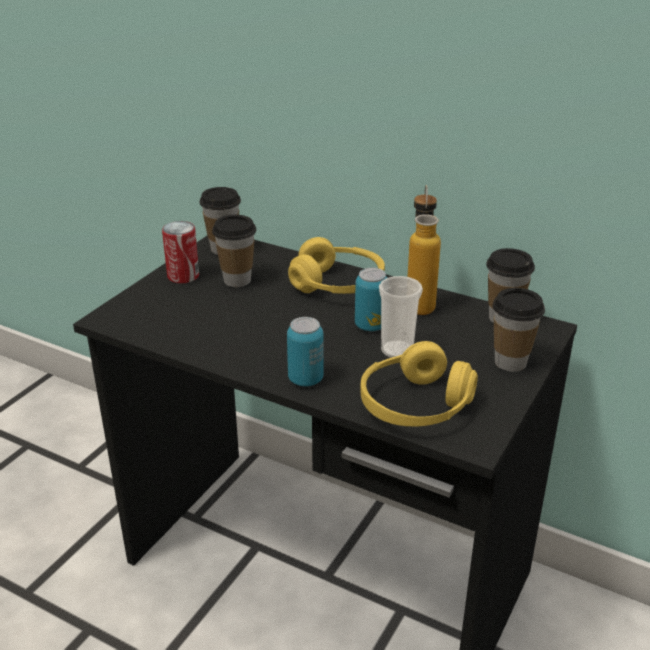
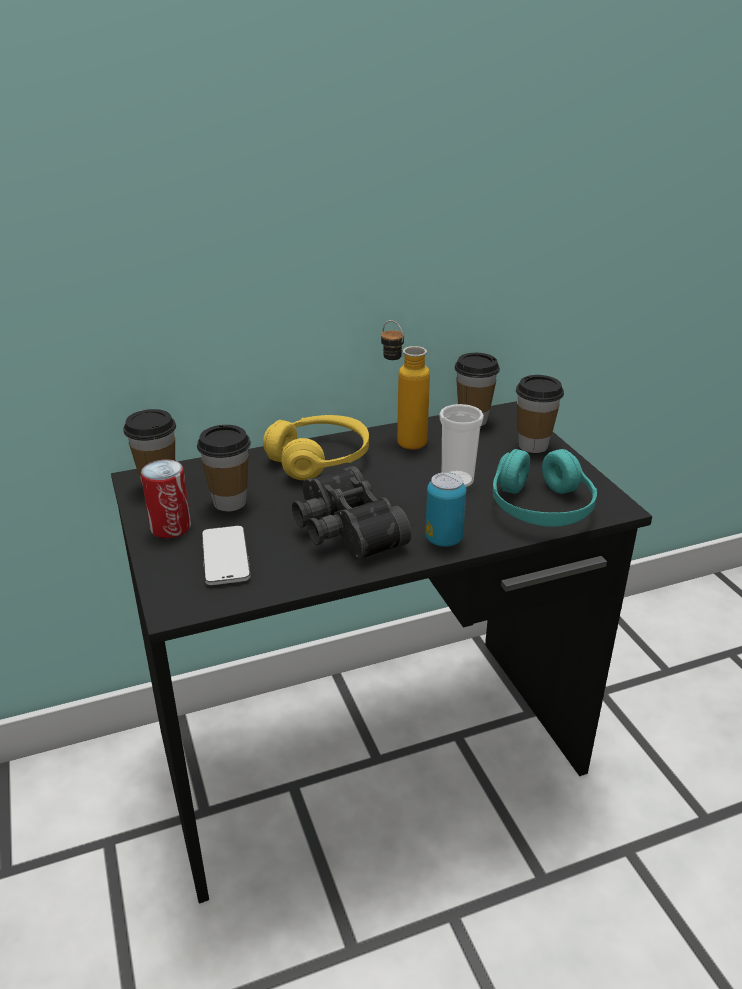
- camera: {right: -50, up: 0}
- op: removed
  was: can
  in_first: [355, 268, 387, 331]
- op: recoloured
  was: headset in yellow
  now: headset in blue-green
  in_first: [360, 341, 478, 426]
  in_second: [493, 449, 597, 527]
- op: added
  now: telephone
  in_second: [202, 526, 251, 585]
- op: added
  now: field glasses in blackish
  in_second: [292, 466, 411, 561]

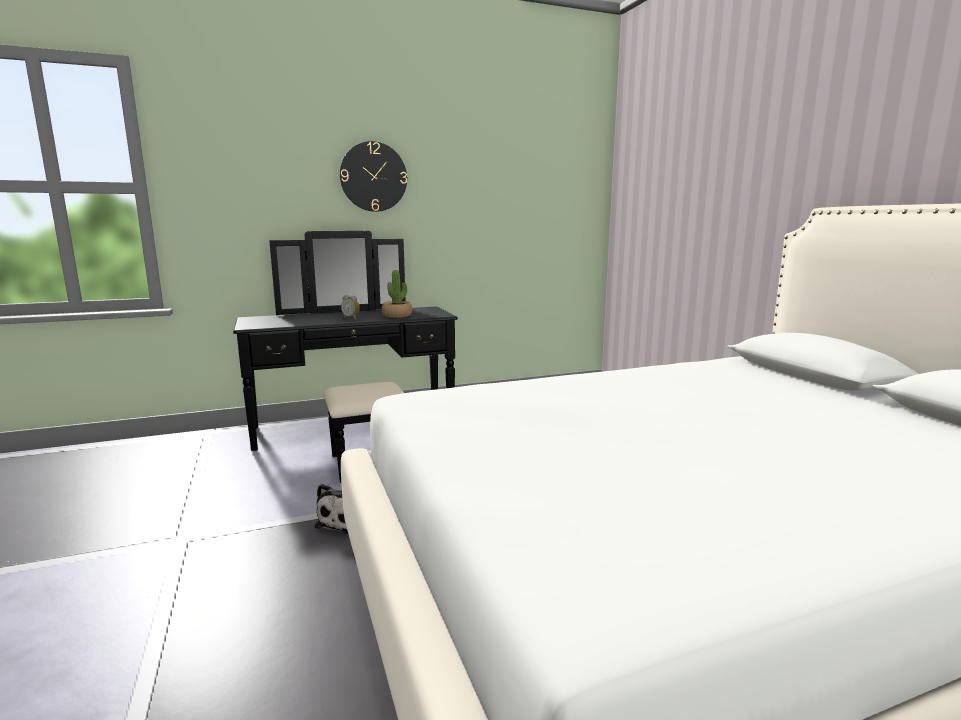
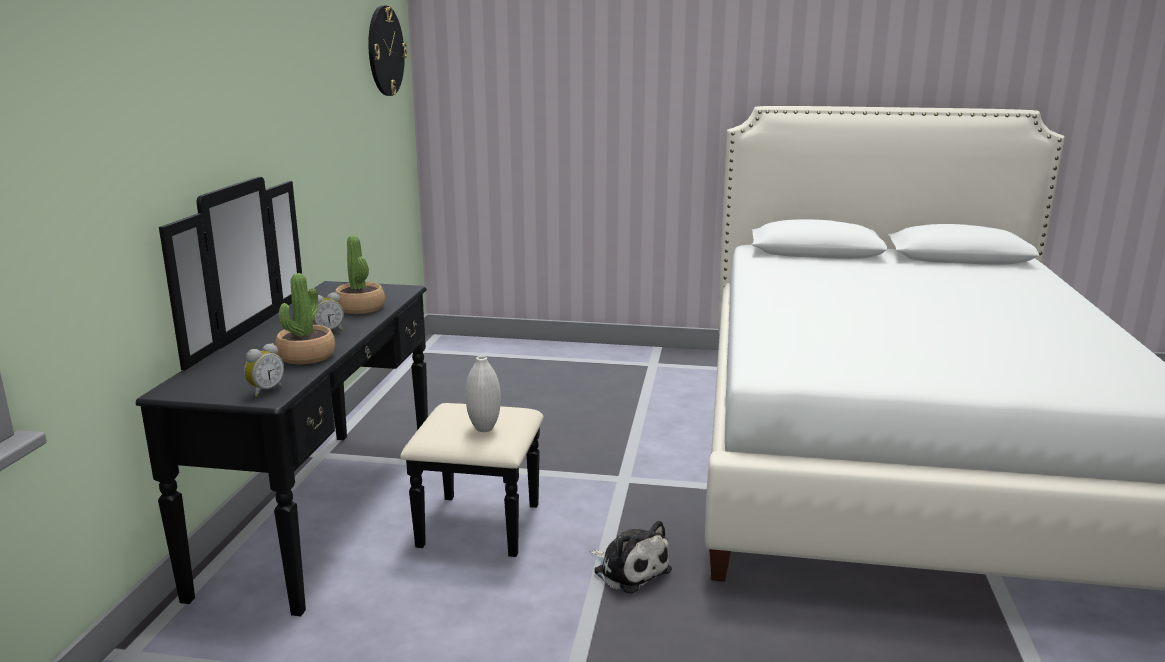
- camera: {right: -60, up: 5}
- op: moved
  was: wall clock
  in_first: [340, 141, 407, 212]
  in_second: [368, 5, 407, 96]
- op: added
  now: table clock
  in_second: [244, 343, 284, 397]
- op: added
  now: plant in a pot
  in_second: [275, 273, 335, 365]
- op: added
  now: flower vase in whitish
  in_second: [466, 356, 501, 432]

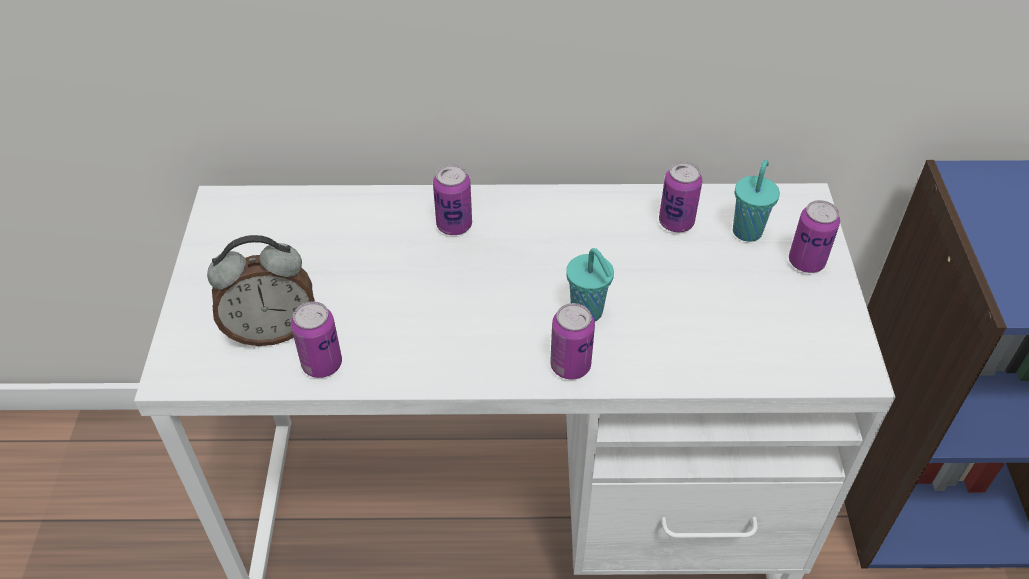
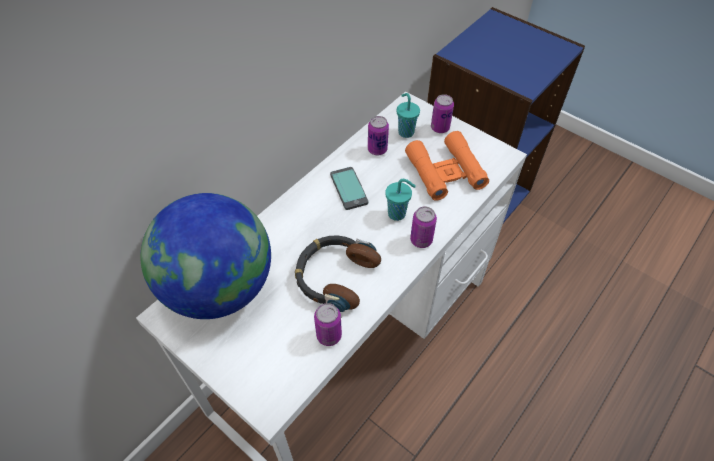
- camera: {right: -50, up: 5}
- op: removed
  was: table clock
  in_first: [207, 235, 315, 346]
- op: removed
  was: can
  in_first: [433, 164, 472, 235]
- op: added
  now: desk globe
  in_second: [140, 193, 271, 319]
- op: added
  now: headset
  in_second: [295, 235, 381, 312]
- op: added
  now: telephone
  in_second: [330, 167, 368, 210]
- op: added
  now: field glasses in orange
  in_second: [405, 131, 489, 201]

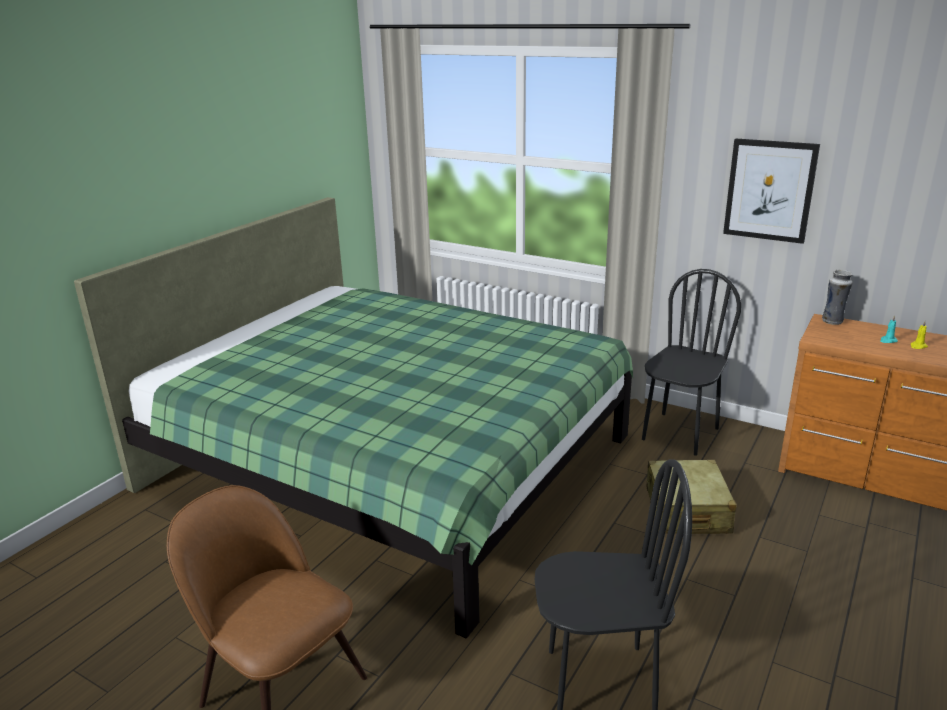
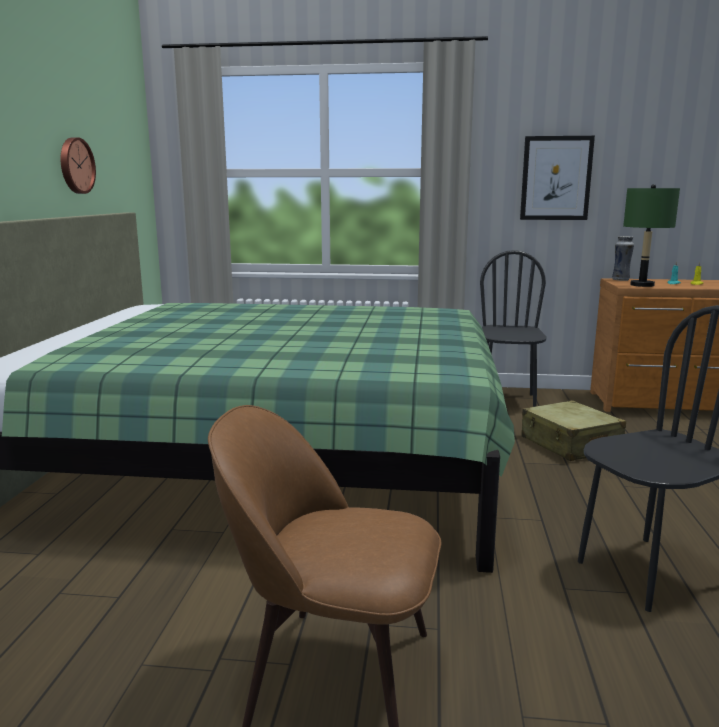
- camera: {right: -25, up: -10}
- op: added
  now: wall clock
  in_second: [61, 137, 96, 194]
- op: added
  now: tabletop lamp in green-coloured
  in_second: [623, 184, 680, 287]

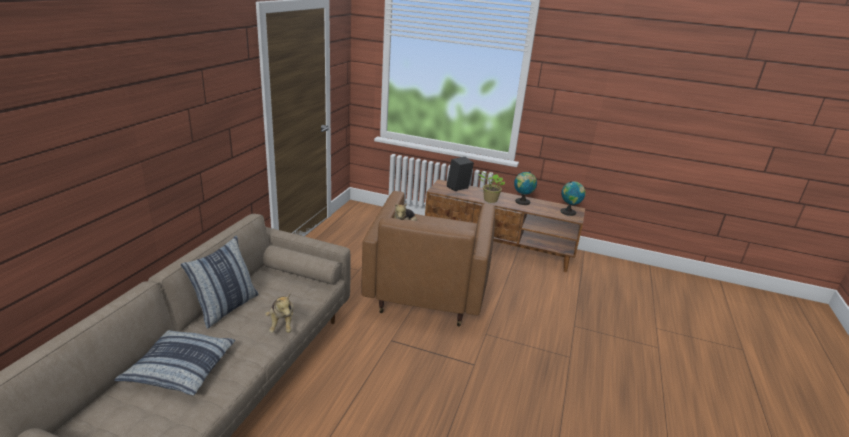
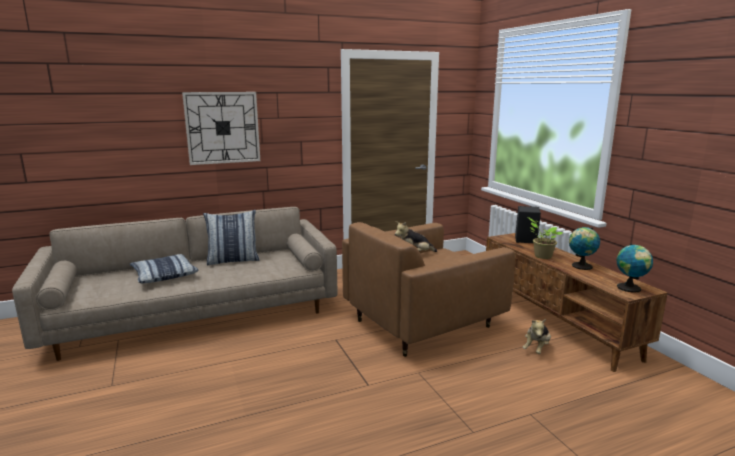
- camera: {right: 50, up: -10}
- op: moved
  was: plush toy
  in_first: [265, 294, 294, 333]
  in_second: [523, 319, 551, 354]
- op: added
  now: wall clock
  in_second: [182, 92, 260, 165]

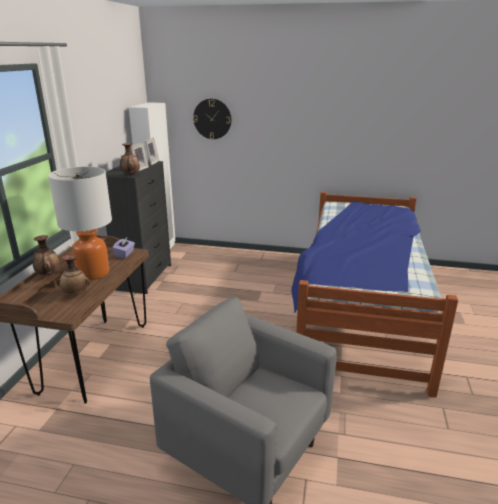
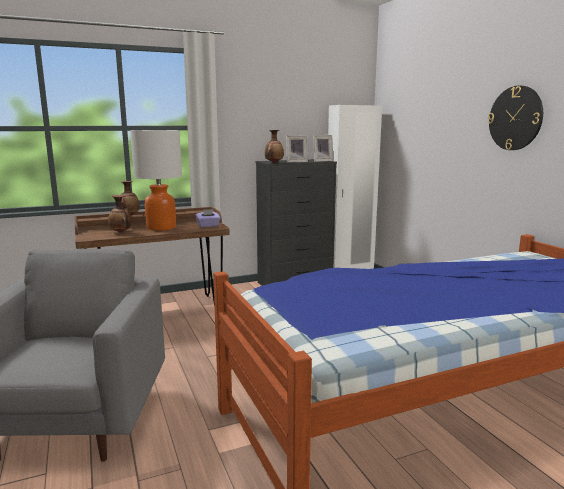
- camera: {right: 55, up: -10}
- op: moved
  was: wall clock
  in_first: [193, 99, 231, 139]
  in_second: [488, 86, 543, 150]

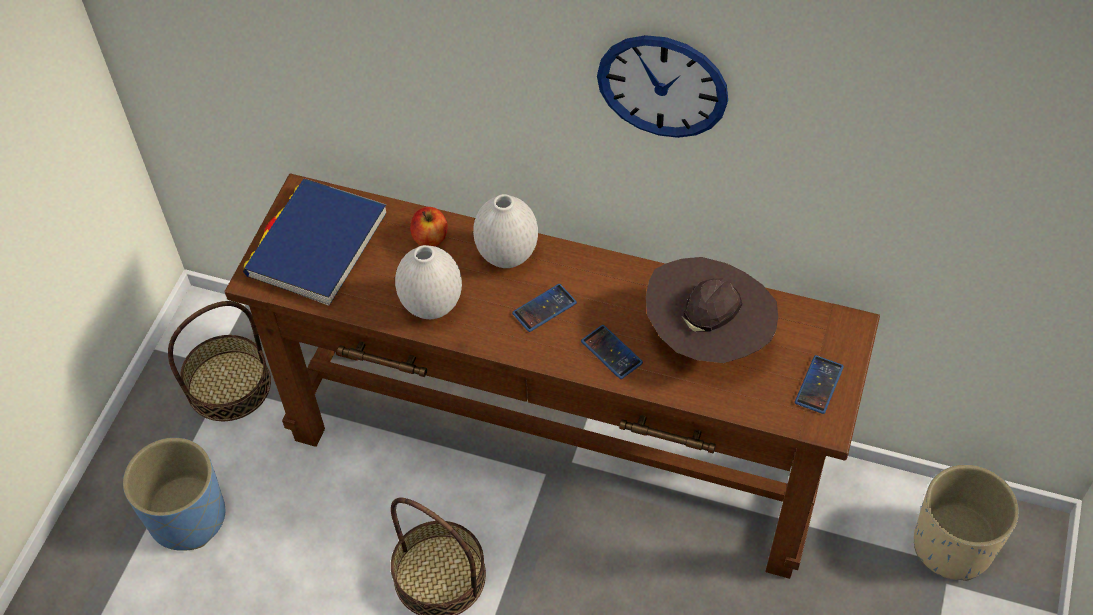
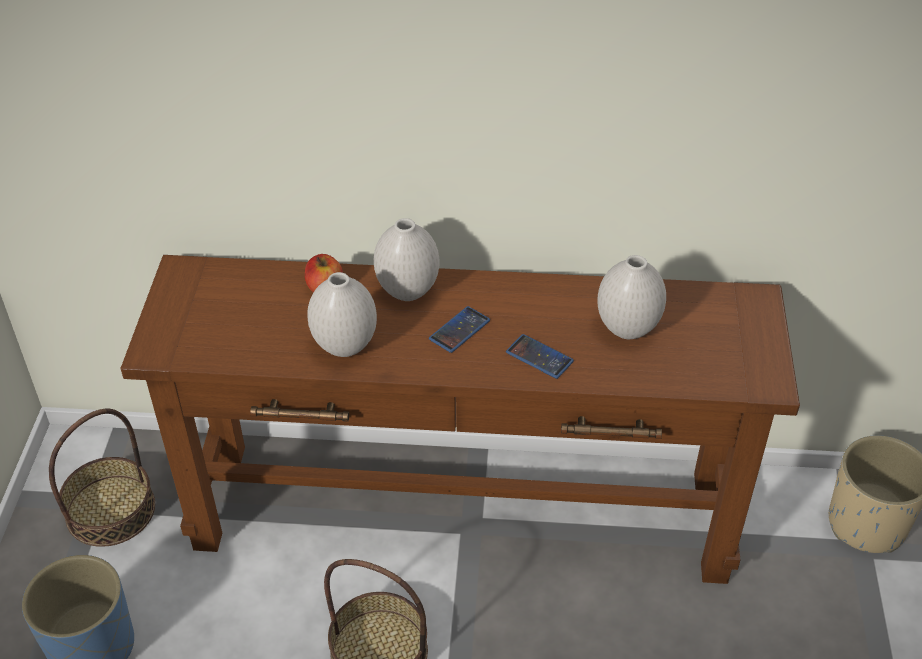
- camera: {right: -15, up: -10}
- op: removed
  was: book in blue-coloured
  in_first: [243, 179, 386, 306]
- op: removed
  was: wall clock
  in_first: [597, 35, 728, 138]
- op: replaced
  was: hat in brown
  now: flower vase in whitish
  in_first: [646, 257, 778, 363]
  in_second: [597, 255, 666, 339]
- op: removed
  was: telephone
  in_first: [795, 355, 844, 414]

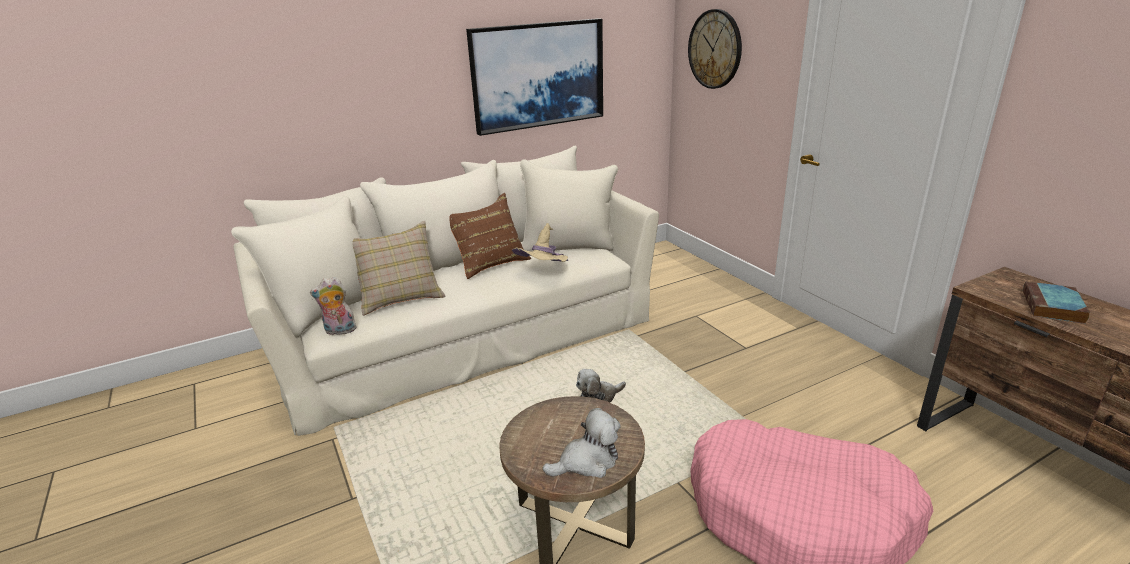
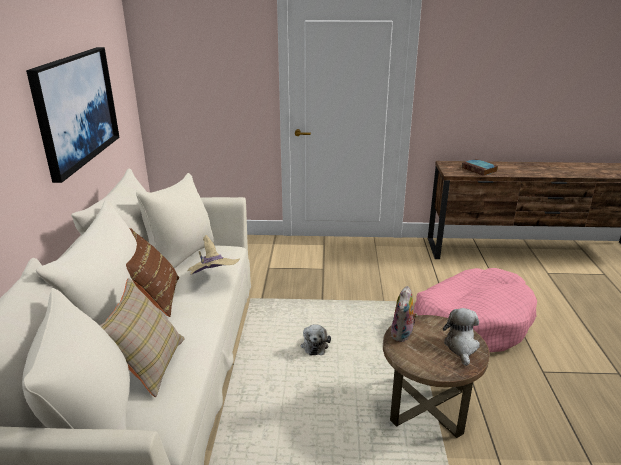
- camera: {right: -60, up: 0}
- op: moved
  was: plush toy
  in_first: [310, 277, 357, 335]
  in_second: [391, 286, 418, 342]
- op: removed
  was: wall clock
  in_first: [688, 9, 742, 89]

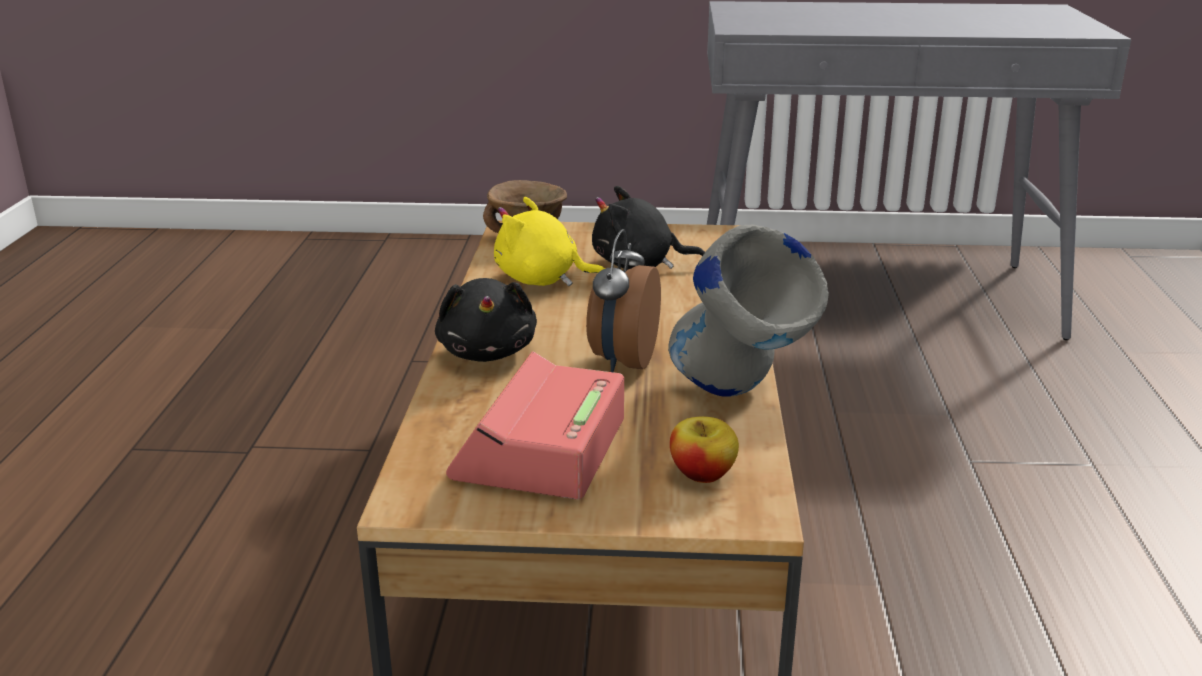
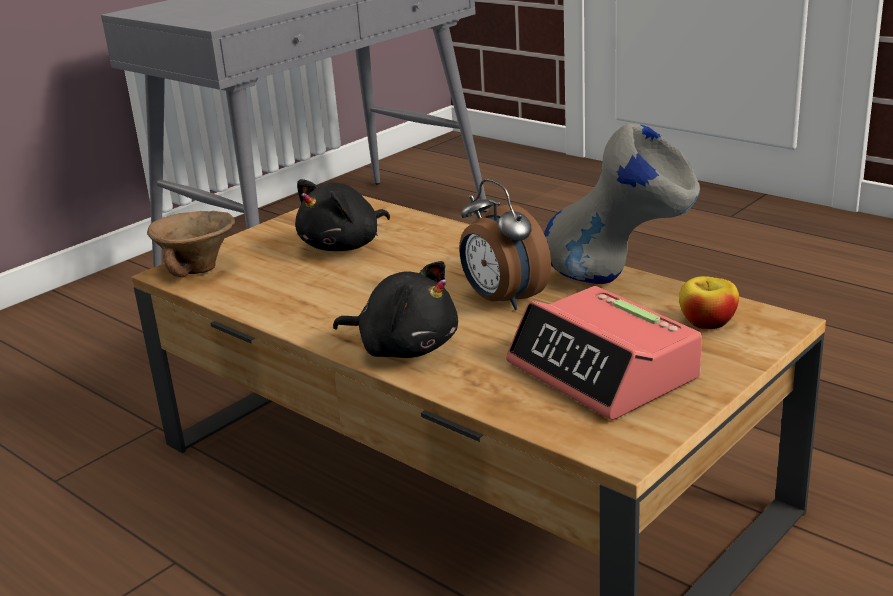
- camera: {right: -50, up: 0}
- op: removed
  was: plush toy in yellow
  in_first: [494, 197, 605, 286]

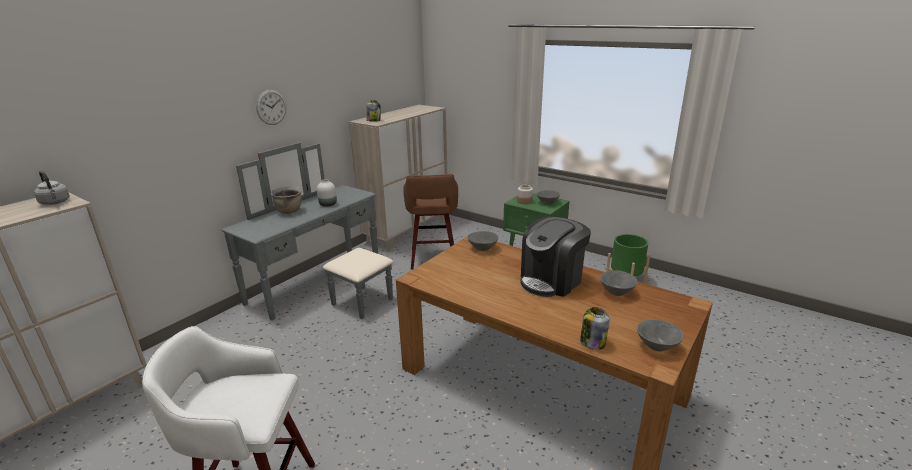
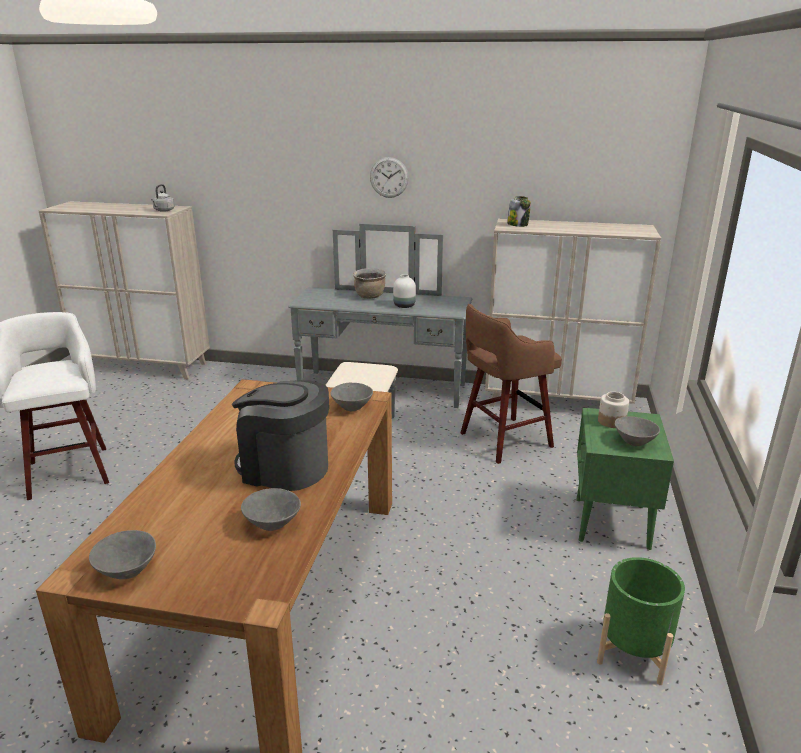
- camera: {right: 65, up: 0}
- op: removed
  was: storage jar
  in_first: [580, 307, 609, 350]

